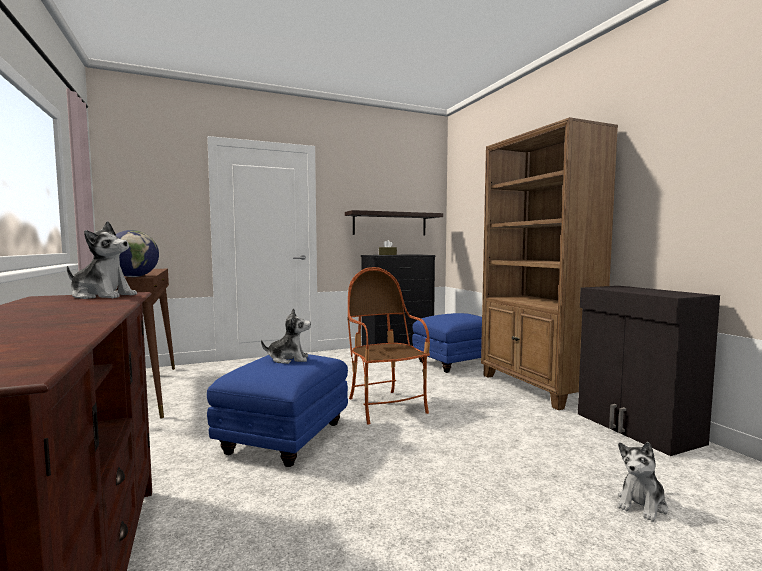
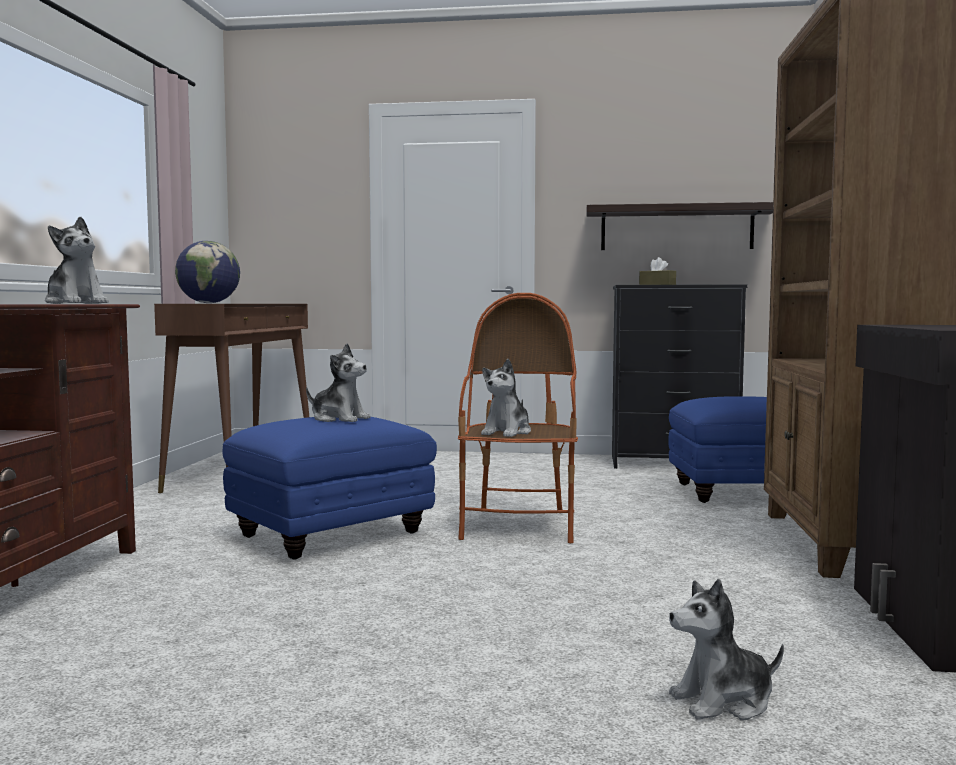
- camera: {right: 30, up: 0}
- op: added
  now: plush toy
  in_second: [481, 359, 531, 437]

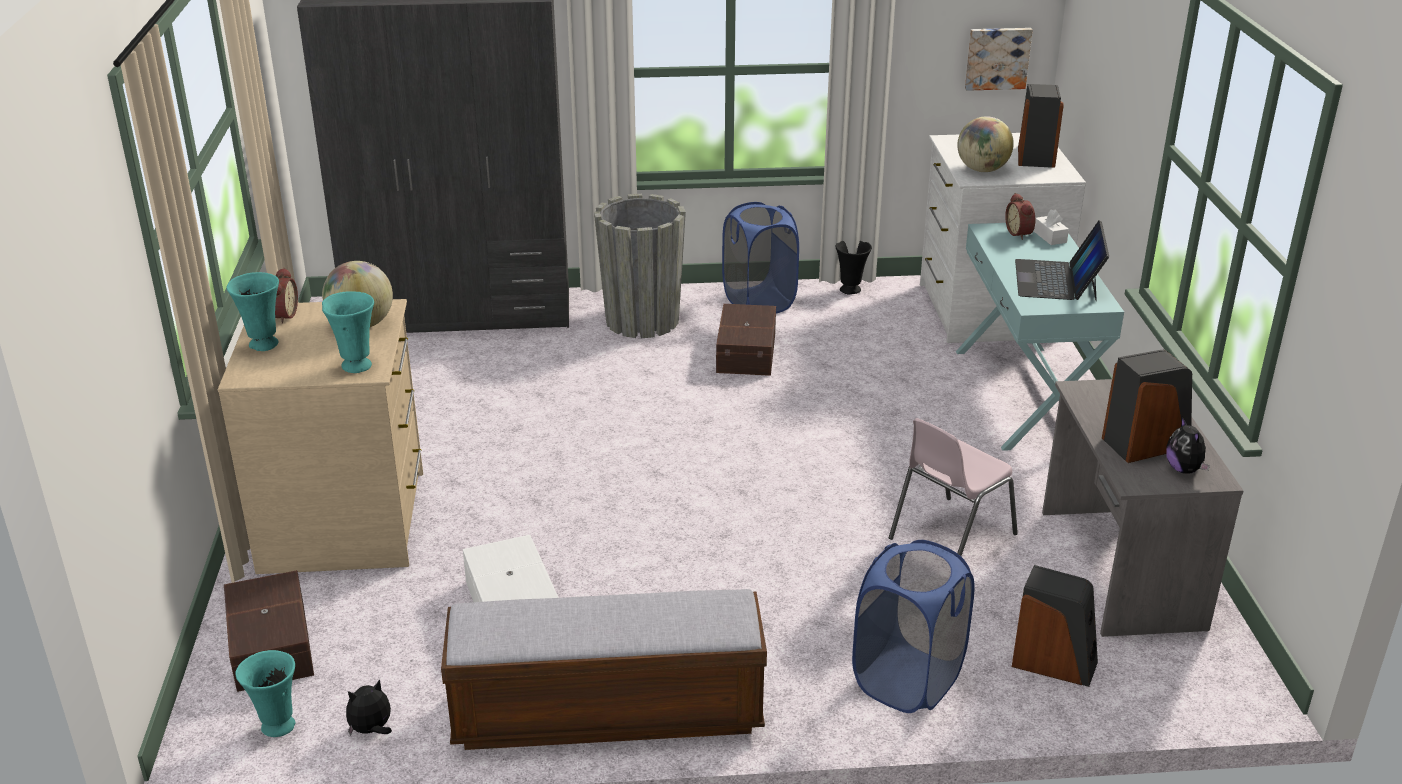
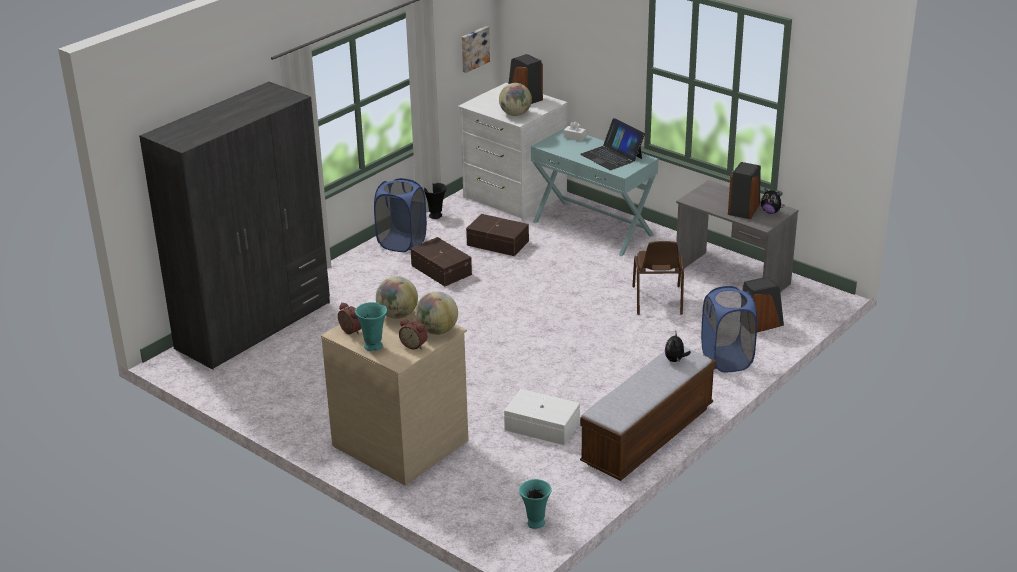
- camera: {right: -45, up: 0}
- op: moved
  was: storage container in brown
  in_first: [224, 570, 314, 692]
  in_second: [466, 214, 529, 256]
- op: replaced
  was: flower vase in blue-green
  now: desk globe
  in_first: [322, 291, 374, 373]
  in_second: [415, 292, 458, 335]
- op: moved
  was: plush toy
  in_first: [346, 679, 392, 736]
  in_second: [665, 333, 691, 362]
- op: removed
  was: plant pot in gray
  in_first: [594, 194, 686, 338]
- op: recoloured
  was: chair in pinkish
  now: chair in brown
  in_first: [889, 418, 1018, 556]
  in_second: [632, 241, 684, 315]
- op: moved
  was: table clock
  in_first: [1005, 193, 1035, 240]
  in_second: [399, 319, 427, 350]

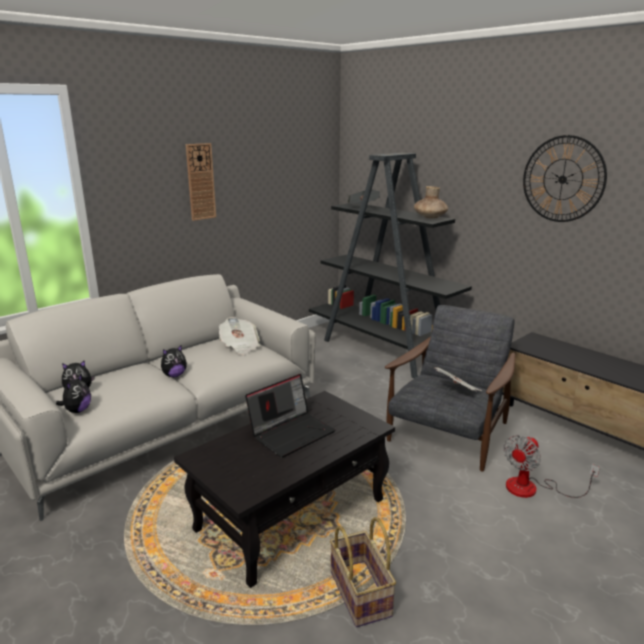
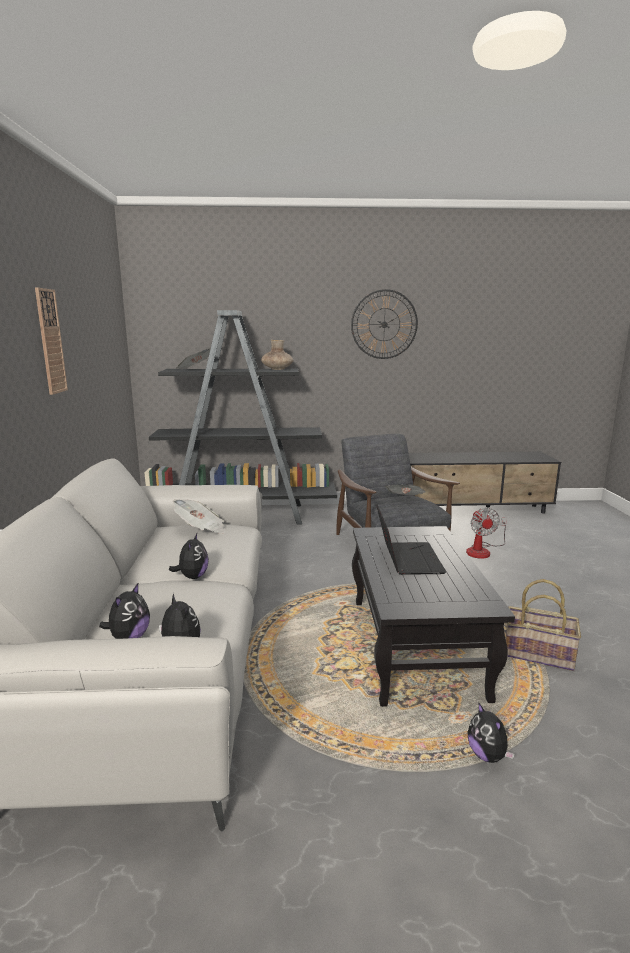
- camera: {right: -50, up: -5}
- op: added
  now: plush toy
  in_second: [467, 702, 515, 763]

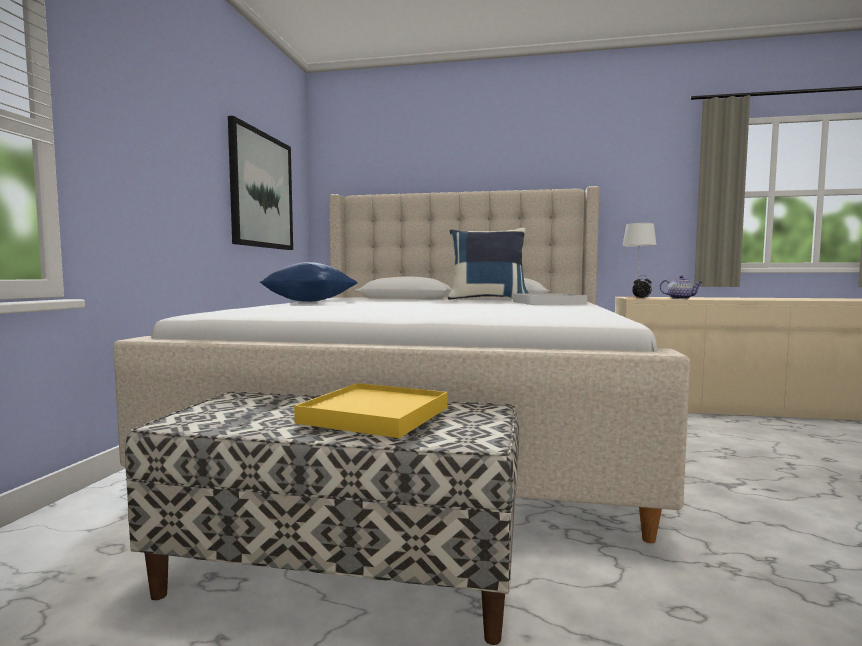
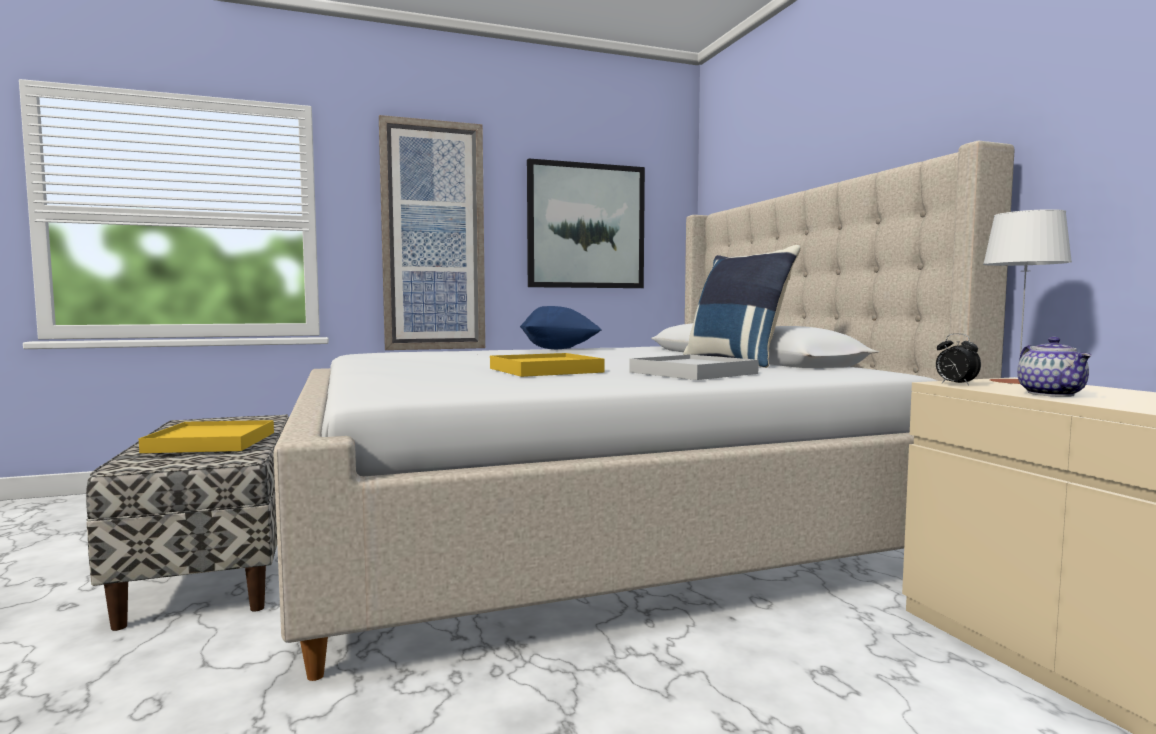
- camera: {right: 60, up: 0}
- op: added
  now: wall art
  in_second: [379, 115, 485, 350]
- op: added
  now: carrying tray in yellow
  in_second: [490, 353, 605, 377]

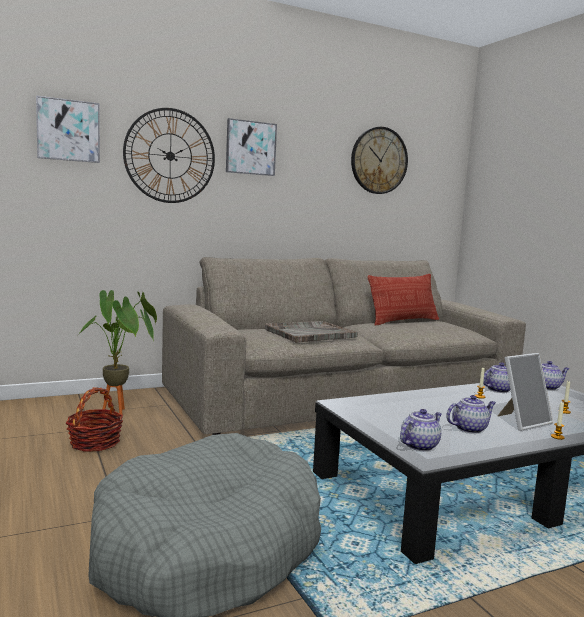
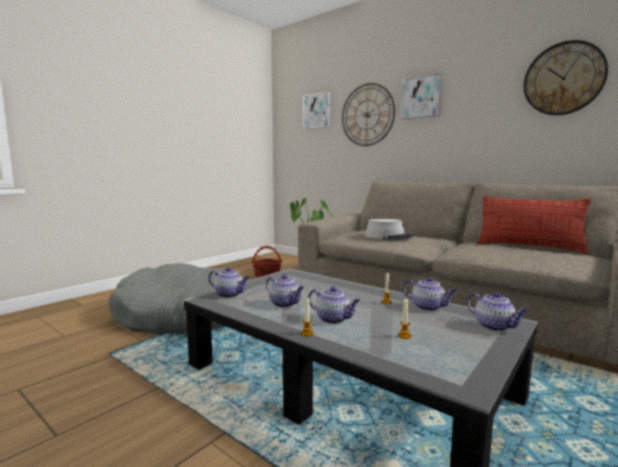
- camera: {right: 65, up: 0}
- op: replaced
  was: carrying tray in gray
  now: hat in gray
  in_first: [265, 321, 358, 343]
  in_second: [365, 219, 414, 240]
- op: replaced
  was: standing frame
  now: tea pot
  in_first: [498, 353, 553, 431]
  in_second: [308, 286, 360, 324]

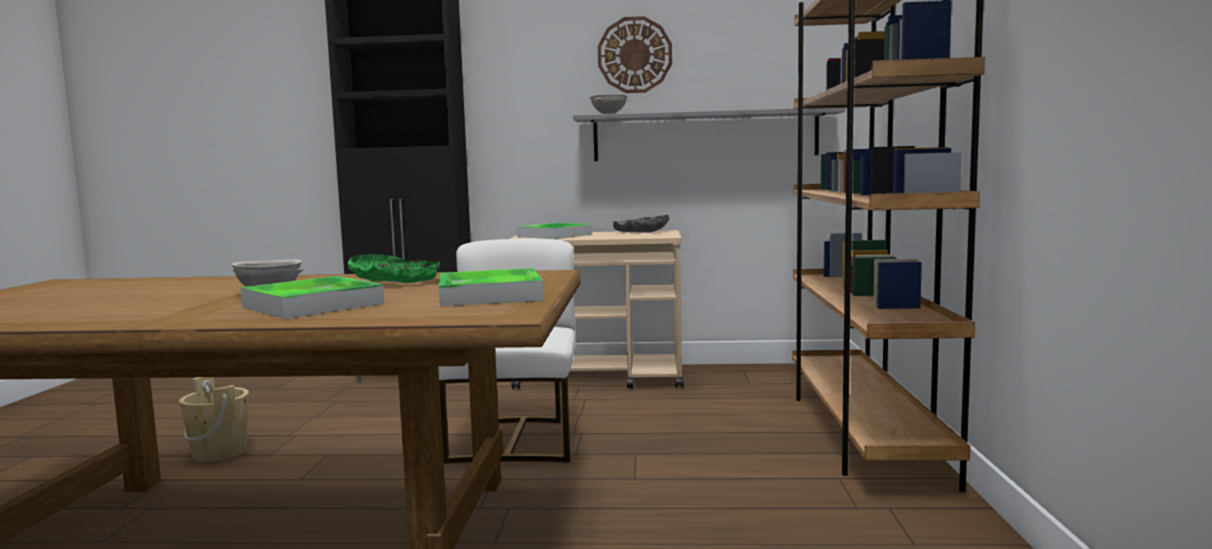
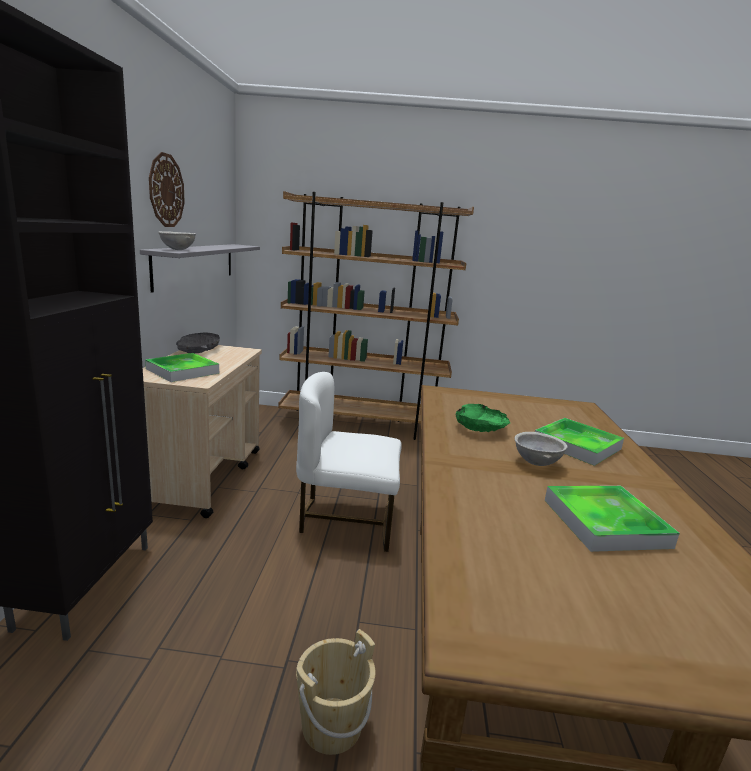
- camera: {right: -90, up: 10}
- op: moved
  was: carrying tray
  in_first: [439, 268, 544, 306]
  in_second: [545, 486, 680, 552]

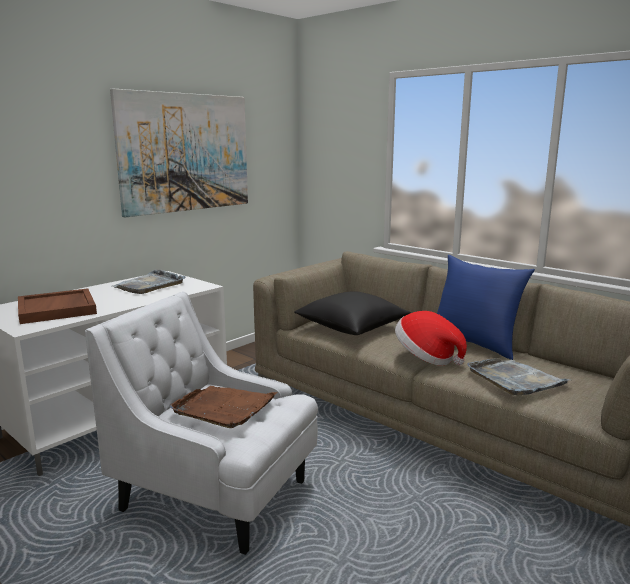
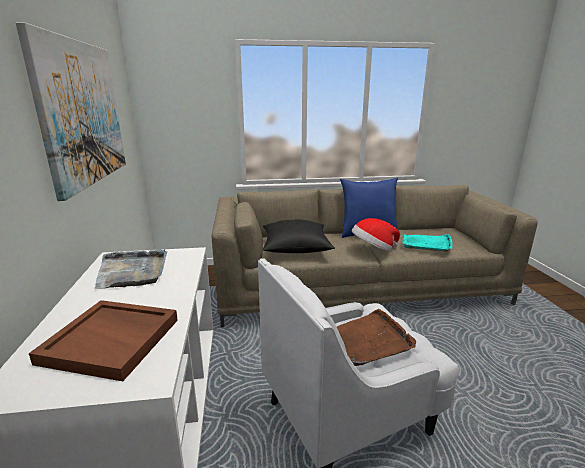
- camera: {right: -50, up: 5}
- op: recoloured
  was: carrying tray in gray
  now: carrying tray in blue-green
  in_first: [467, 358, 570, 395]
  in_second: [403, 234, 453, 252]

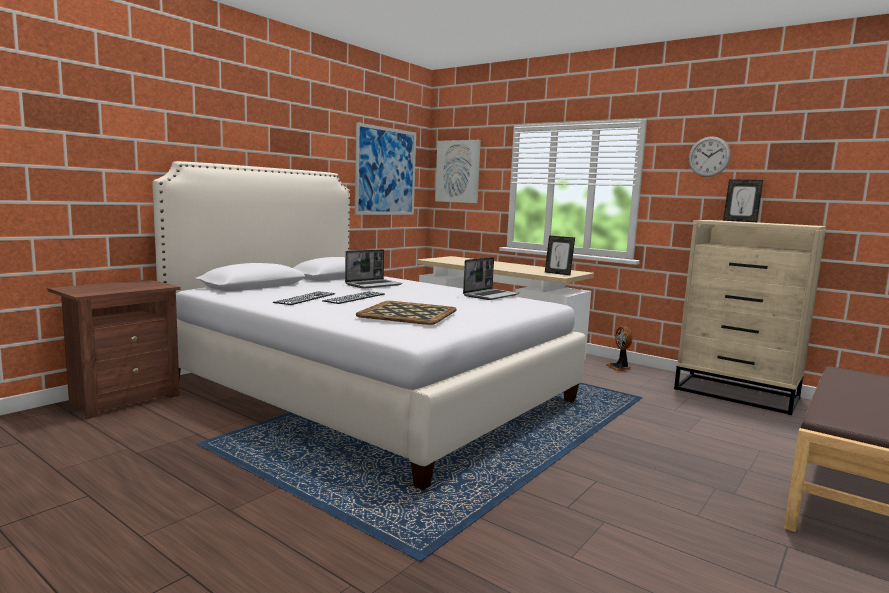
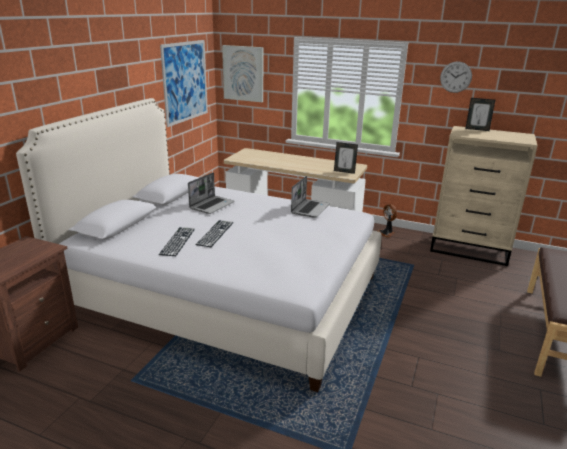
- camera: {right: -15, up: 15}
- op: removed
  was: carrying tray
  in_first: [356, 301, 457, 325]

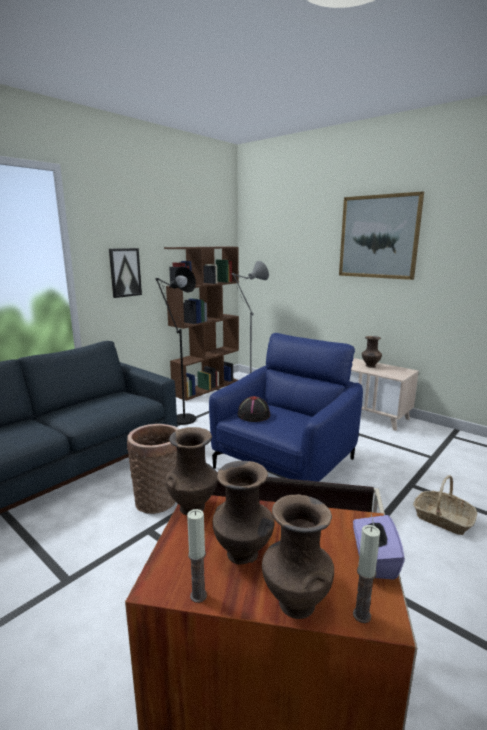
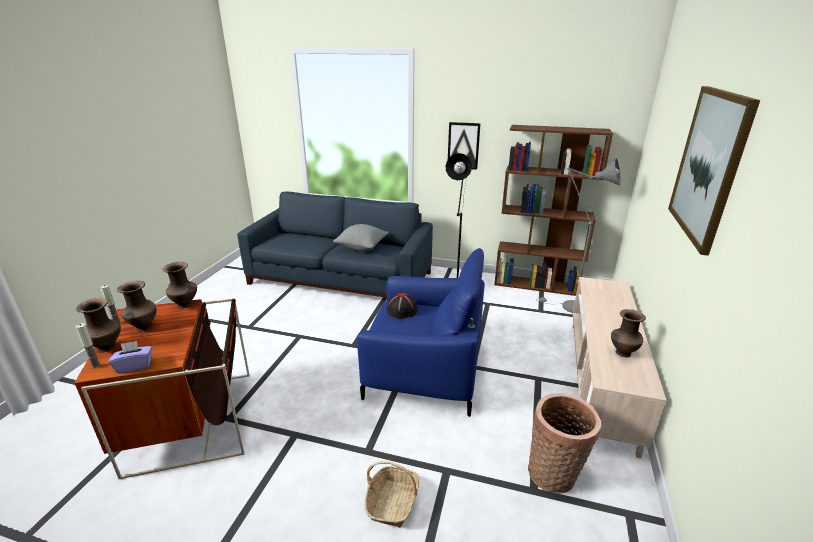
- camera: {right: 65, up: 10}
- op: moved
  was: storage basket
  in_first: [127, 424, 179, 514]
  in_second: [528, 393, 602, 494]
- op: added
  now: throw pillow in gray
  in_second: [333, 224, 388, 252]

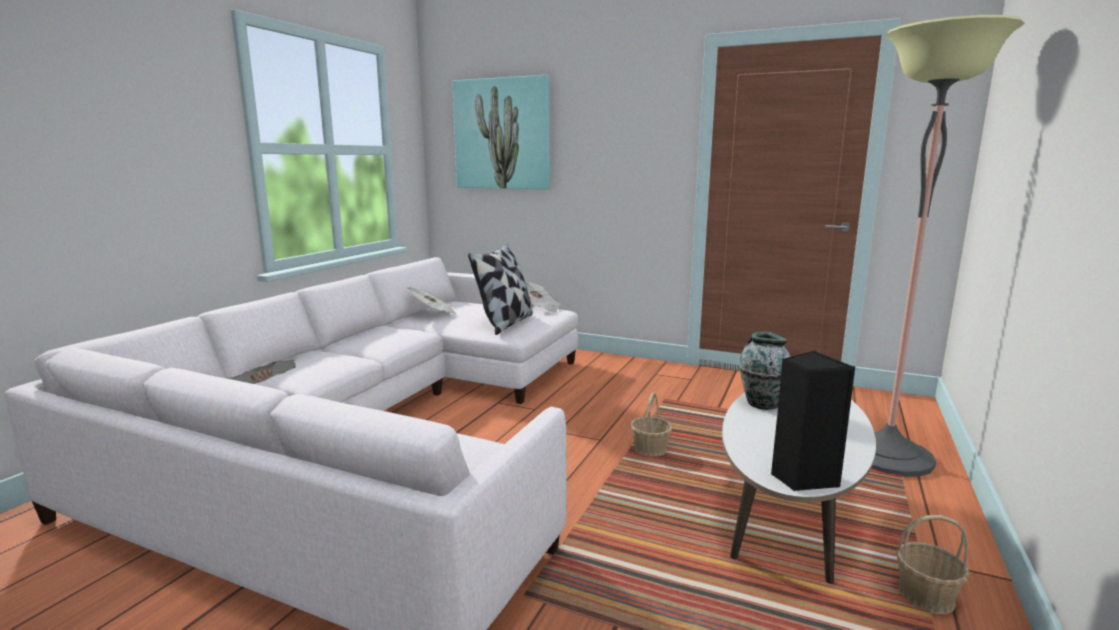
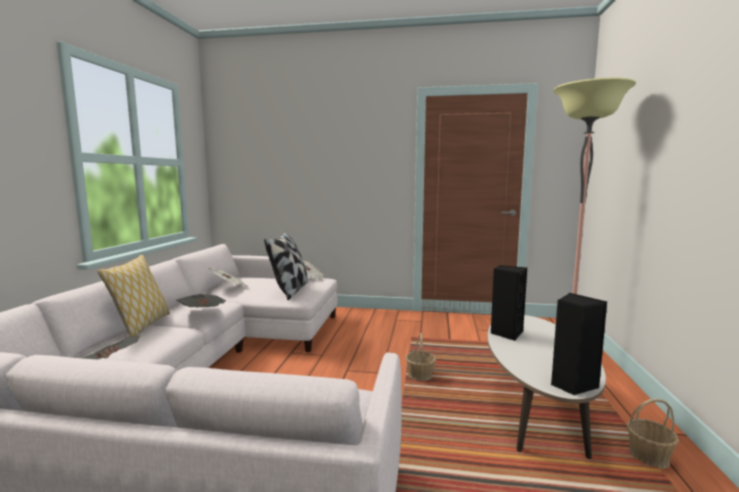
- camera: {right: -15, up: -5}
- op: removed
  was: wall art
  in_first: [452, 75, 550, 190]
- op: replaced
  was: flower vase
  now: loudspeaker in blackish
  in_first: [739, 332, 791, 410]
  in_second: [490, 265, 527, 341]
- op: added
  now: throw pillow
  in_second: [97, 255, 170, 337]
- op: added
  now: newspaper
  in_second: [175, 294, 226, 307]

